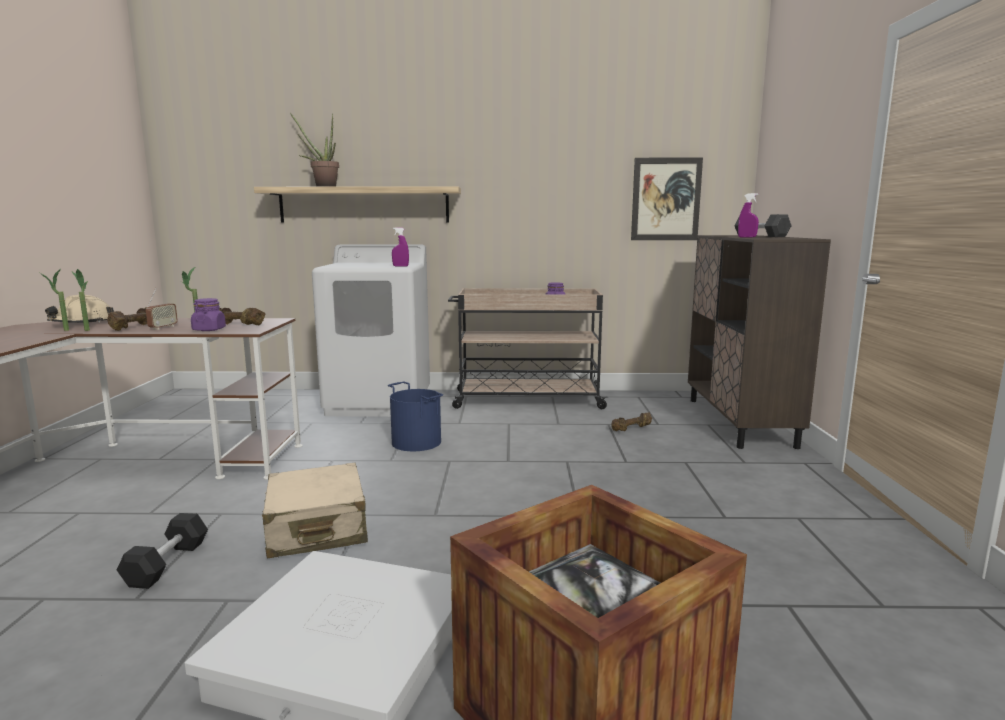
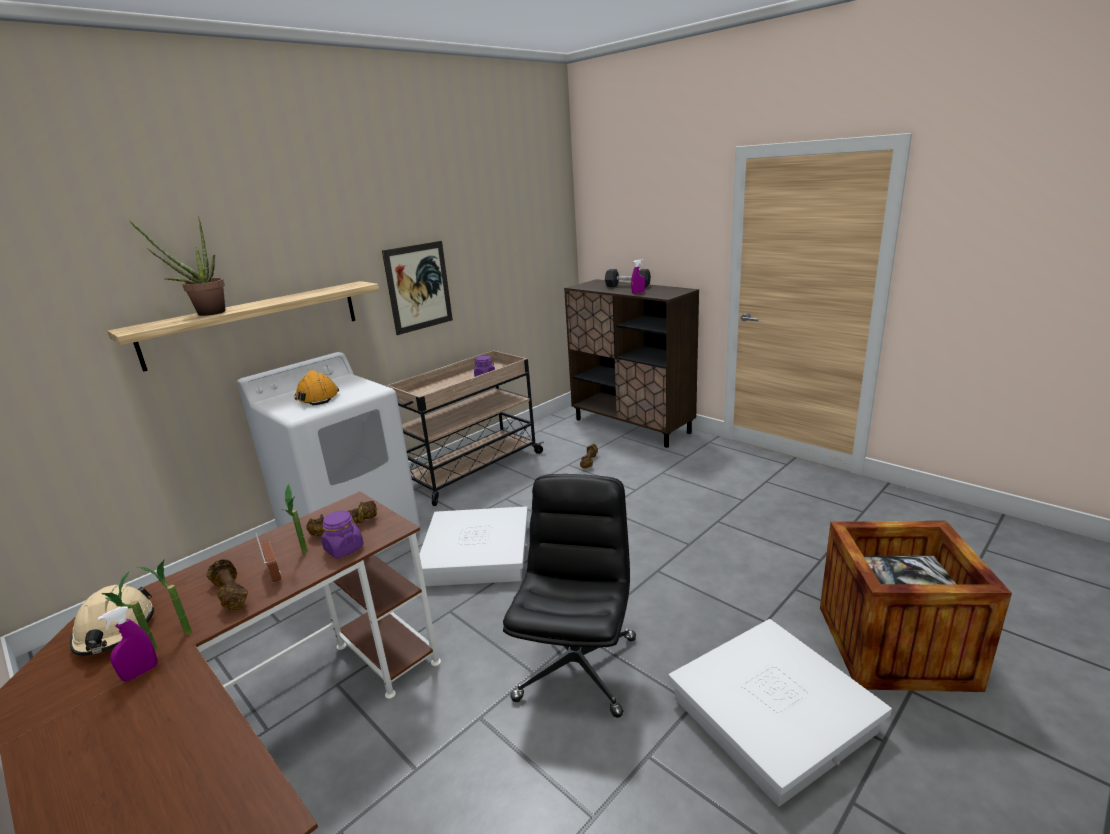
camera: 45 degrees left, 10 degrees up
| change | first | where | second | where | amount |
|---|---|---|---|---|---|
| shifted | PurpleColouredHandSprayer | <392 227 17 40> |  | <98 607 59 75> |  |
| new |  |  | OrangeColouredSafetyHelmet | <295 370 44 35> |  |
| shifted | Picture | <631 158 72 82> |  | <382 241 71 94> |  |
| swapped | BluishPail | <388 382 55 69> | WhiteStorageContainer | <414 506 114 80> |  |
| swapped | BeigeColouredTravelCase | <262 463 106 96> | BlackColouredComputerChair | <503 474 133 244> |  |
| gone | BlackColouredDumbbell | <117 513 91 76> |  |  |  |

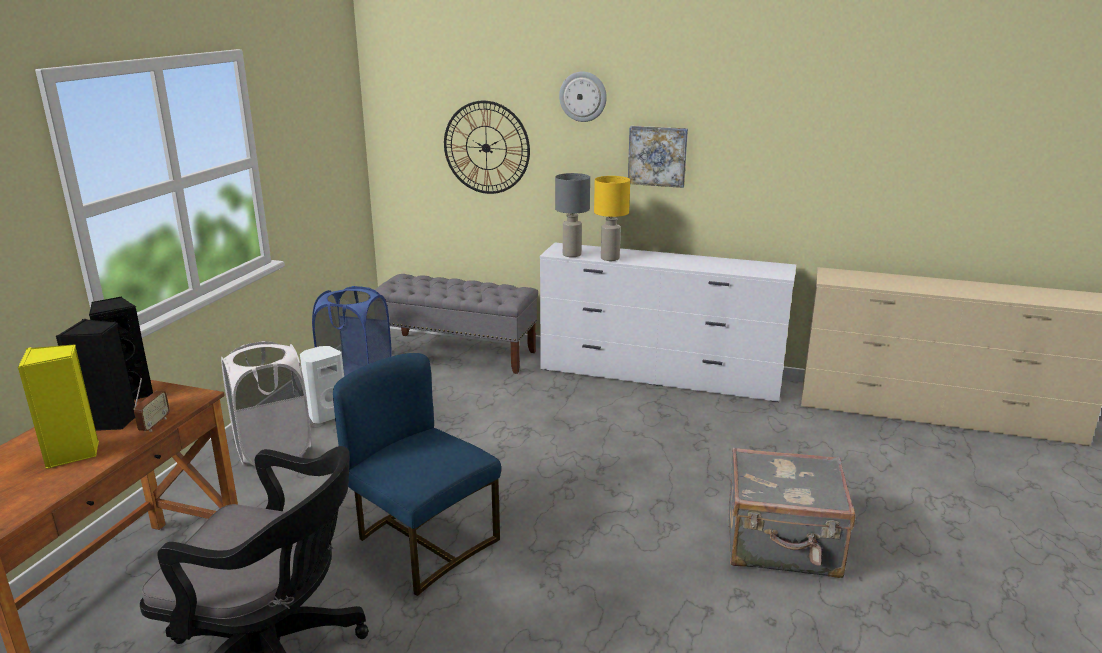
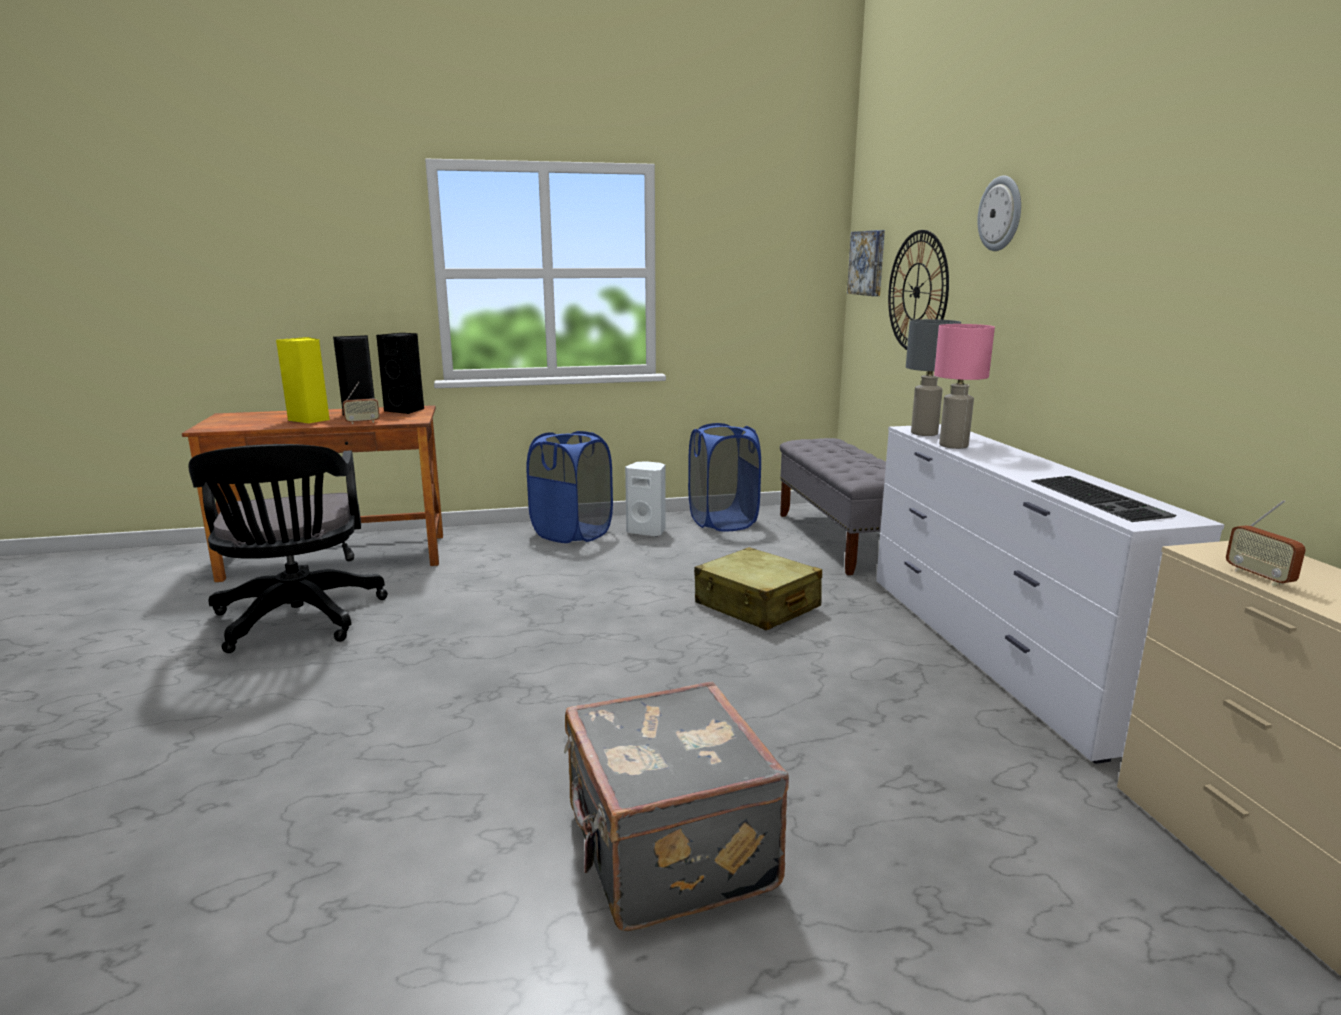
camera: 60 degrees right, 5 degrees down
| change | first | where | second | where | amount |
|---|---|---|---|---|---|
| repainted | WhiteHamper | <221 341 90 125> | BluishHamper | <527 431 86 112> |  |
| new |  |  | BeigeColouredTravelCase | <694 547 128 83> |  |
| shifted | Picture | <628 126 60 62> |  | <847 230 38 66> |  |
| repainted | YellowColouredLampForATable | <594 176 36 85> | PinkishLampForATable | <934 324 61 125> |  |
| new |  |  | Keyboard | <1032 476 144 46> |  |
| new |  |  | RadioReceiver | <1226 500 80 86> |  |
| gone | BluishPlainChair | <333 353 168 243> |  |  |  |

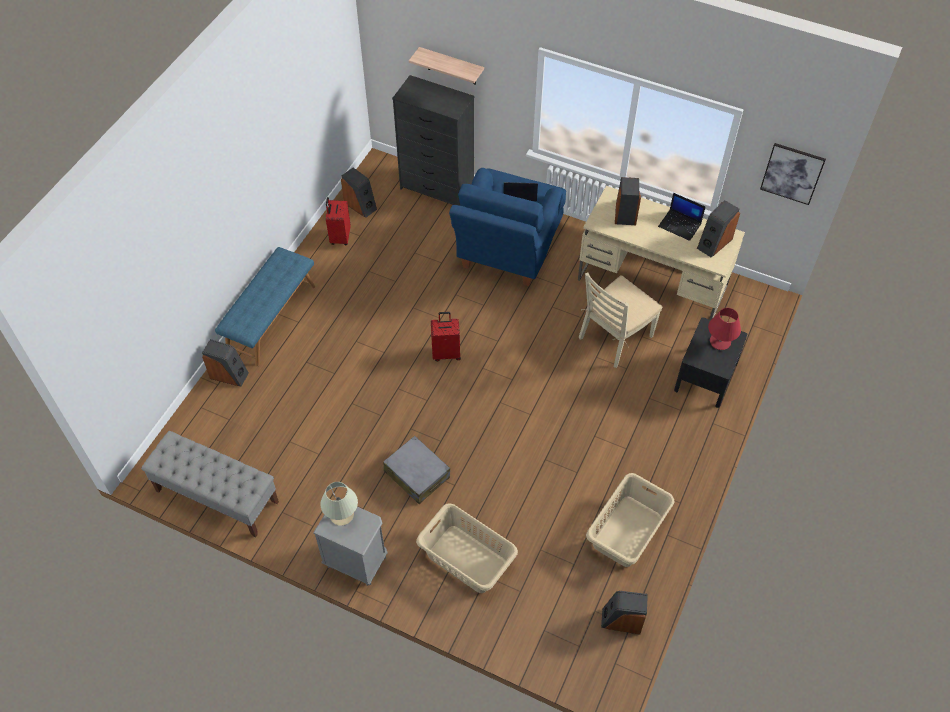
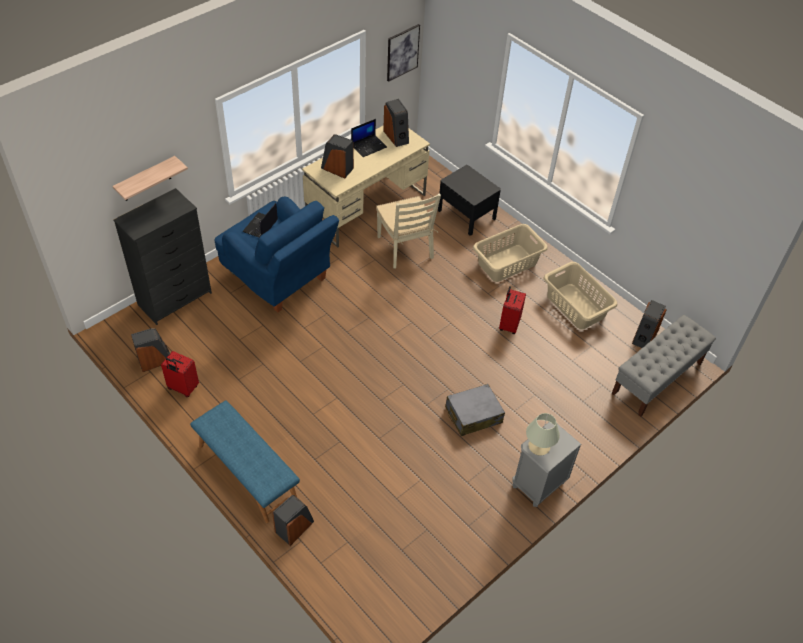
camera: 70 degrees left, 5 degrees down
| change | first | where | second | where | amount |
|---|---|---|---|---|---|
| shifted | BeigeColouredHamper | <416 503 102 90> |  | <473 224 75 58> |  |
| shifted | RedTravelCase | <431 312 30 49> |  | <499 286 27 48> |  |
| shifted | GreyLongSeat | <141 431 138 106> |  | <612 315 104 102> |  |
| gone | RedLampForATable | <708 308 33 42> |  |  |  |

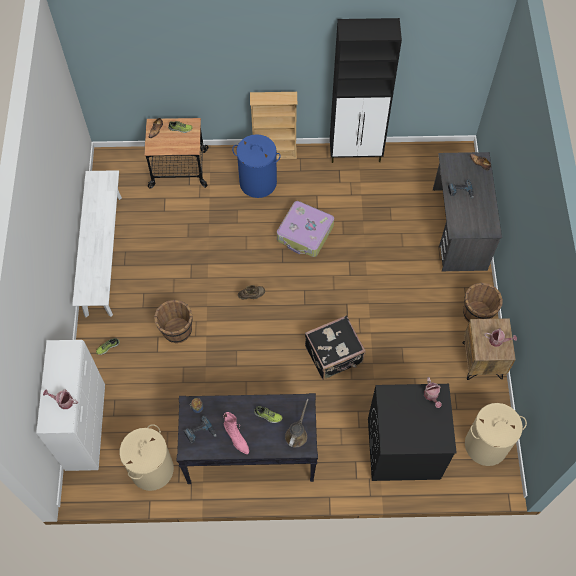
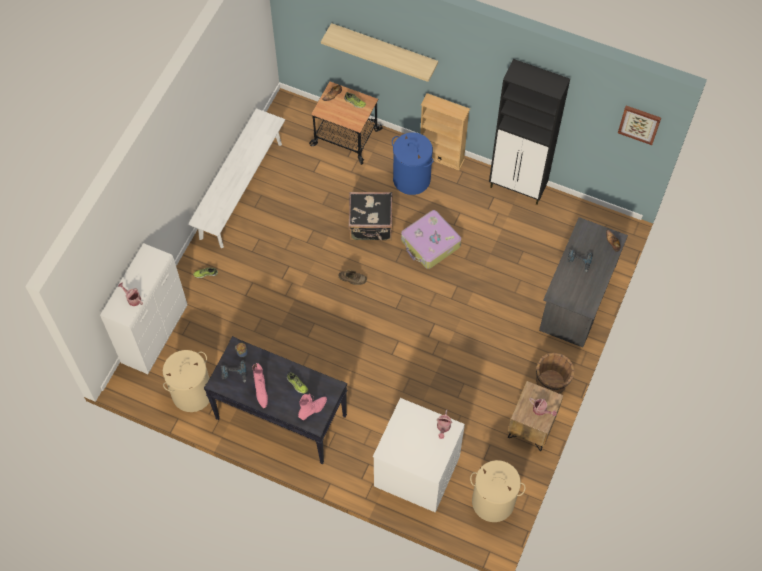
camera: 25 degrees right, 0 degrees up
| change | first | where | second | where | amount |
|---|---|---|---|---|---|
| swapped | BrownSprinklingCan | <285 399 24 49> | PinkishBoot | <298 393 29 27> |  |
| new |  |  | BracketShelf | <321 23 117 59> |  |
| shifted | BlackColouredTravelCase | <305 315 61 65> |  | <348 192 44 48> |  |
| repainted | BlackColouredLaundryAppliance | <368 384 89 97> | WhiteLaundryAppliance | <373 398 92 115> |  |
| new |  |  | Picture | <618 106 43 39> |  |
| gone | BrownPail | <154 300 39 43> |  |  |  |

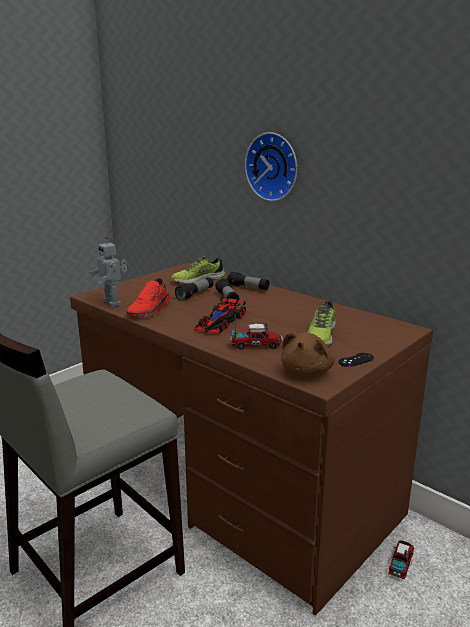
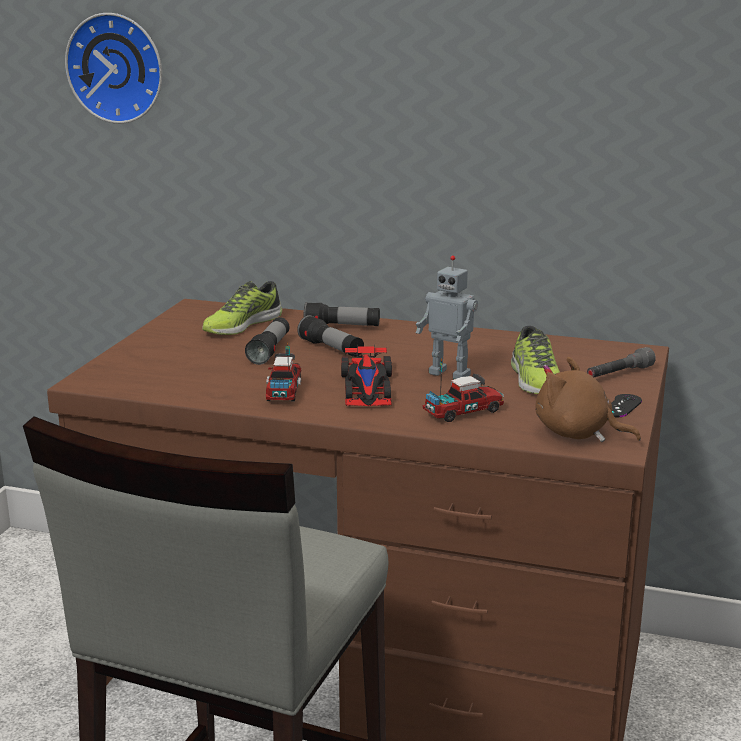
camera: 25 degrees left, 0 degrees up
| change | first | where | second | where | amount |
|---|---|---|---|---|---|
| shifted | WallClock | <245 132 52 69> |  | <65 13 97 111> |  |
| shifted | ToyLorry | <388 540 26 39> |  | <266 342 35 59> |  |
| shifted | ToyRobot | <90 236 37 71> |  | <416 256 62 123> |  |
| rotated | BrownCuddlyToy | <281 332 54 44> |  | <535 357 106 85> | 120 degrees clockwise |
| new |  |  | GreyFlashlight | <587 347 69 30> |  |
| gone | RedShoe | <126 278 45 39> |  |  |  |

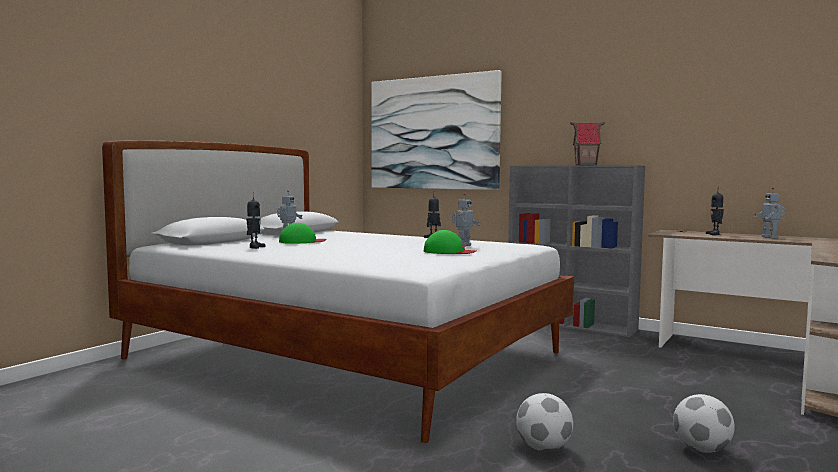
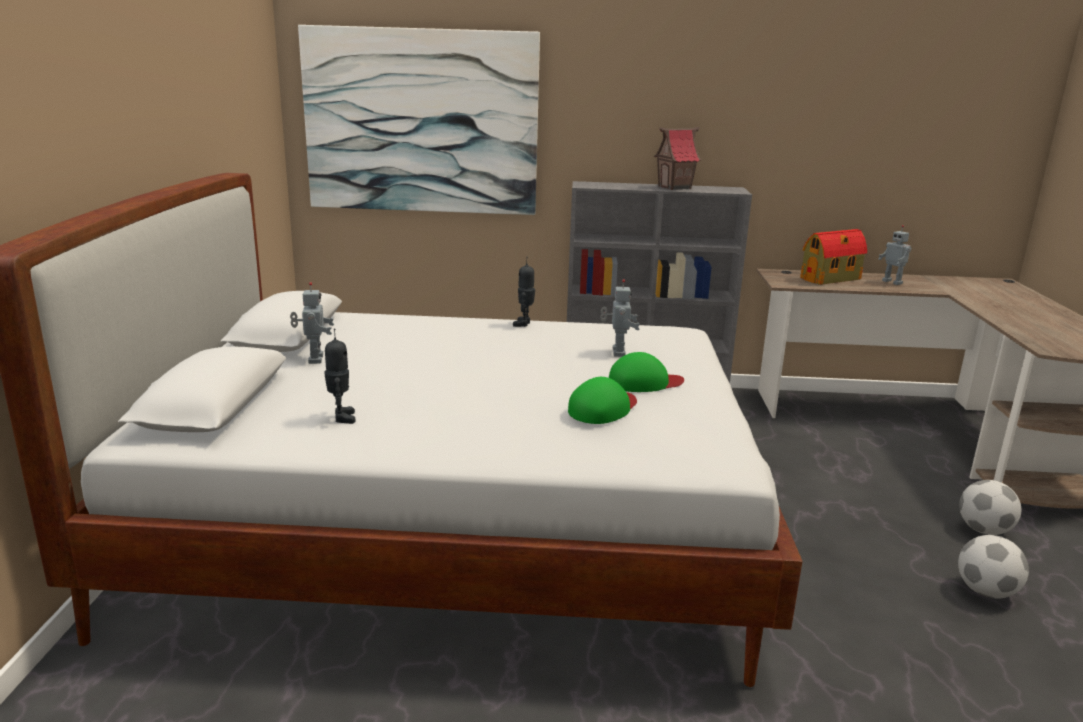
camera: 30 degrees left, 15 degrees up
| change | first | where | second | where | amount |
|---|---|---|---|---|---|
| shifted | GreenishPeakedCap | <279 223 48 21> |  | <568 377 69 47> |  |
| swapped | ToyRobot | <706 191 18 44> | ToyHouse | <800 229 67 56> |  |
| shifted | Football | <516 393 57 58> |  | <959 480 62 55> |  |

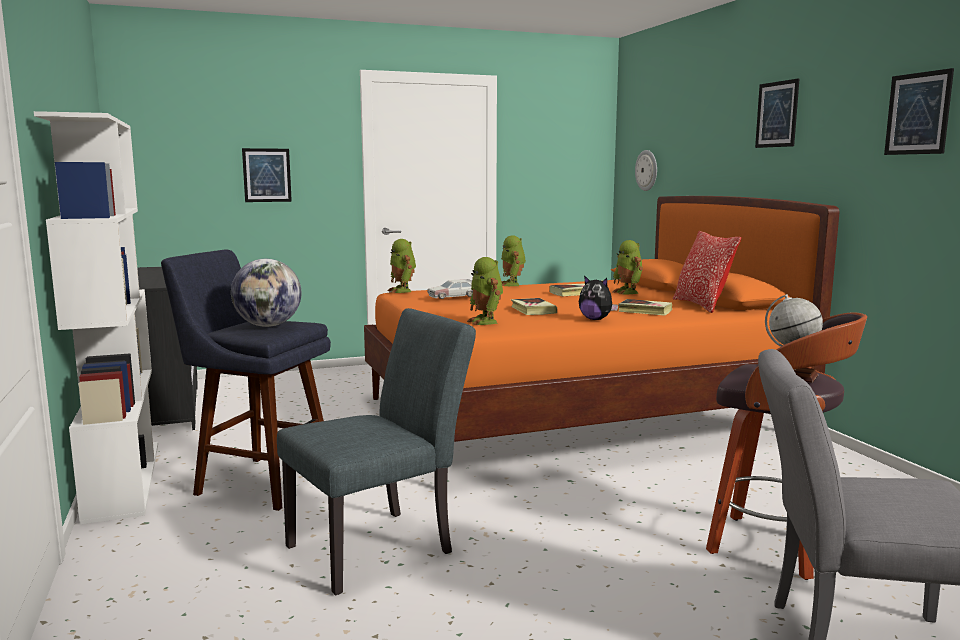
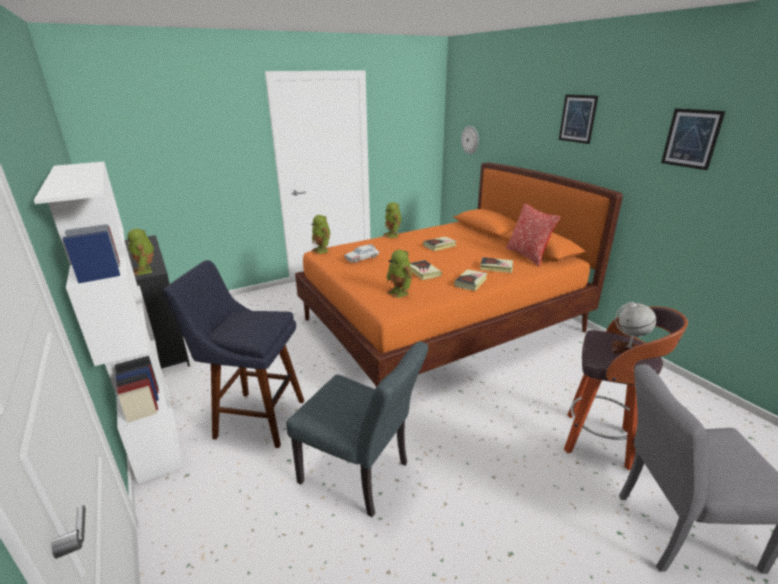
camera: 10 degrees left, 15 degrees up
| change | first | where | second | where | amount |
|---|---|---|---|---|---|
| shifted | ToyRobot | <613 240 30 54> |  | <127 229 27 46> |  |
| rotated | GreyPlainChair | <277 308 199 288> |  | <286 341 142 176> | 75 degrees clockwise |
| swapped | CuddlyToy | <579 275 39 45> | Book | <454 269 34 22> |  |
| gone | WorldGlobe | <231 259 70 68> |  |  |  |
| gone | Picture | <242 148 50 54> |  |  |  |

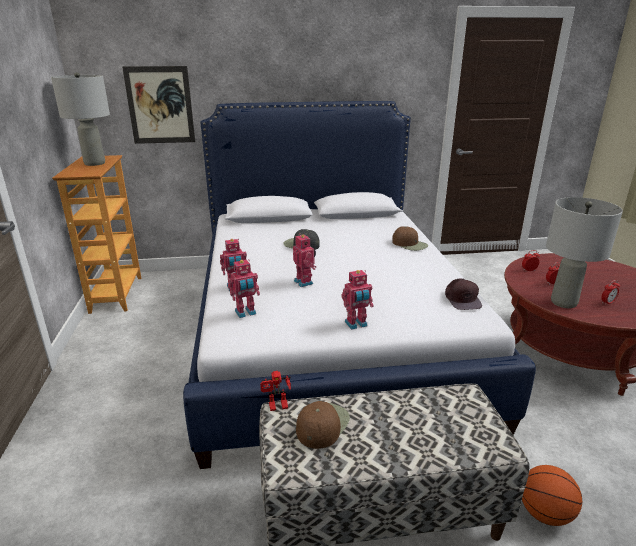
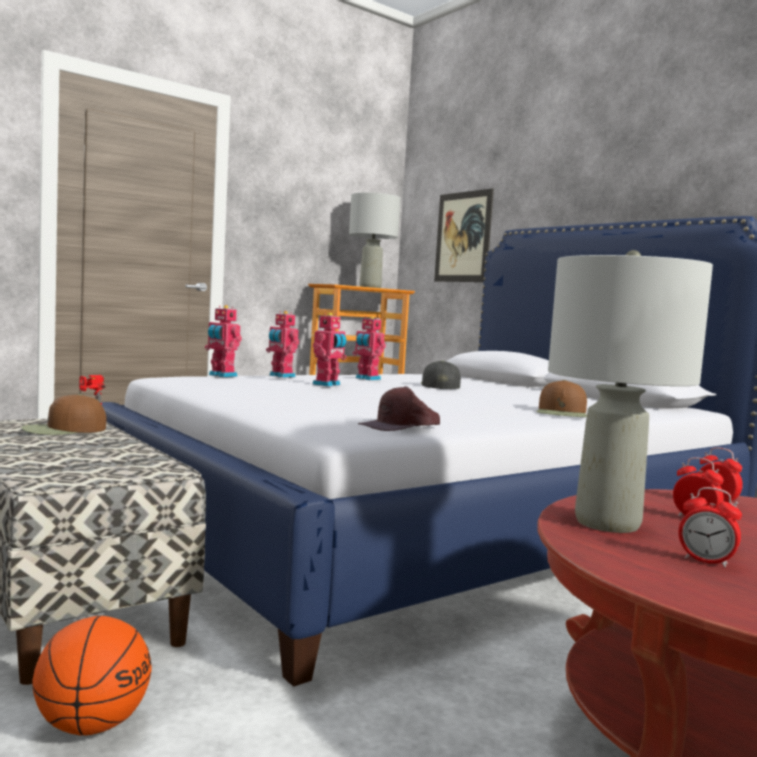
camera: 60 degrees right, 20 degrees down
| change | first | where | second | where | amount |
|---|---|---|---|---|---|
| rotated | BrownPeakedCap | <296 401 54 48> |  | <21 394 85 41> | 150 degrees clockwise |
| shifted | ToyRobot | <342 270 32 60> |  | <352 316 34 64> |  |

